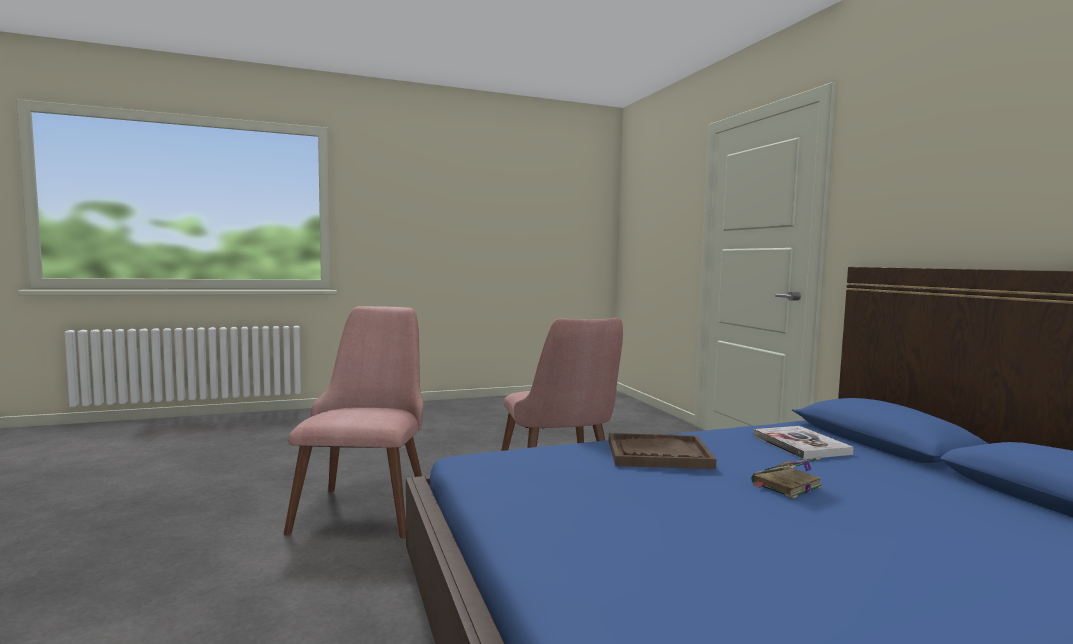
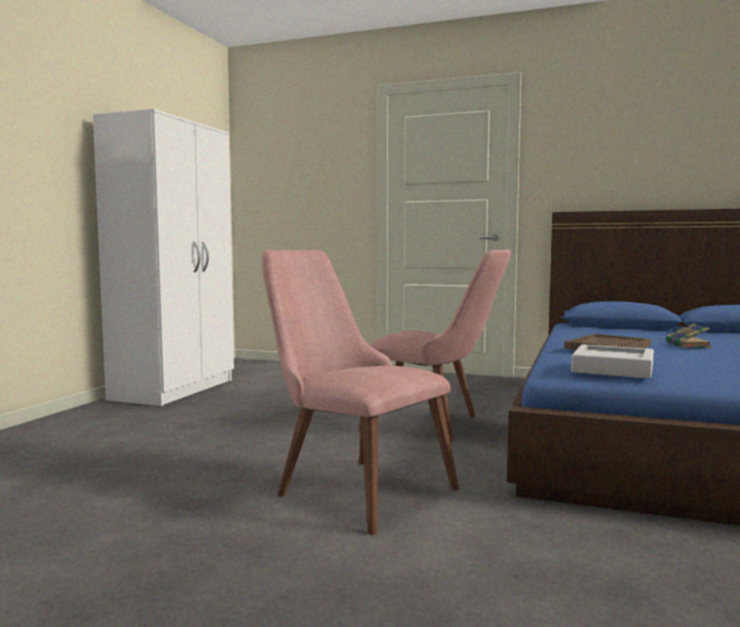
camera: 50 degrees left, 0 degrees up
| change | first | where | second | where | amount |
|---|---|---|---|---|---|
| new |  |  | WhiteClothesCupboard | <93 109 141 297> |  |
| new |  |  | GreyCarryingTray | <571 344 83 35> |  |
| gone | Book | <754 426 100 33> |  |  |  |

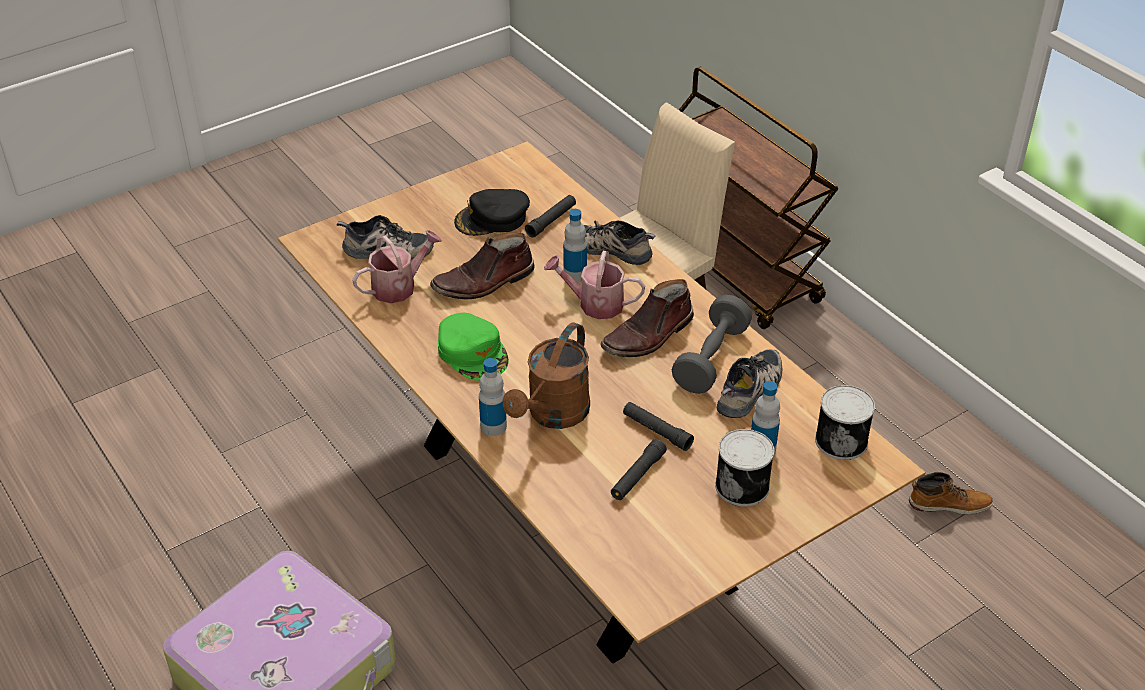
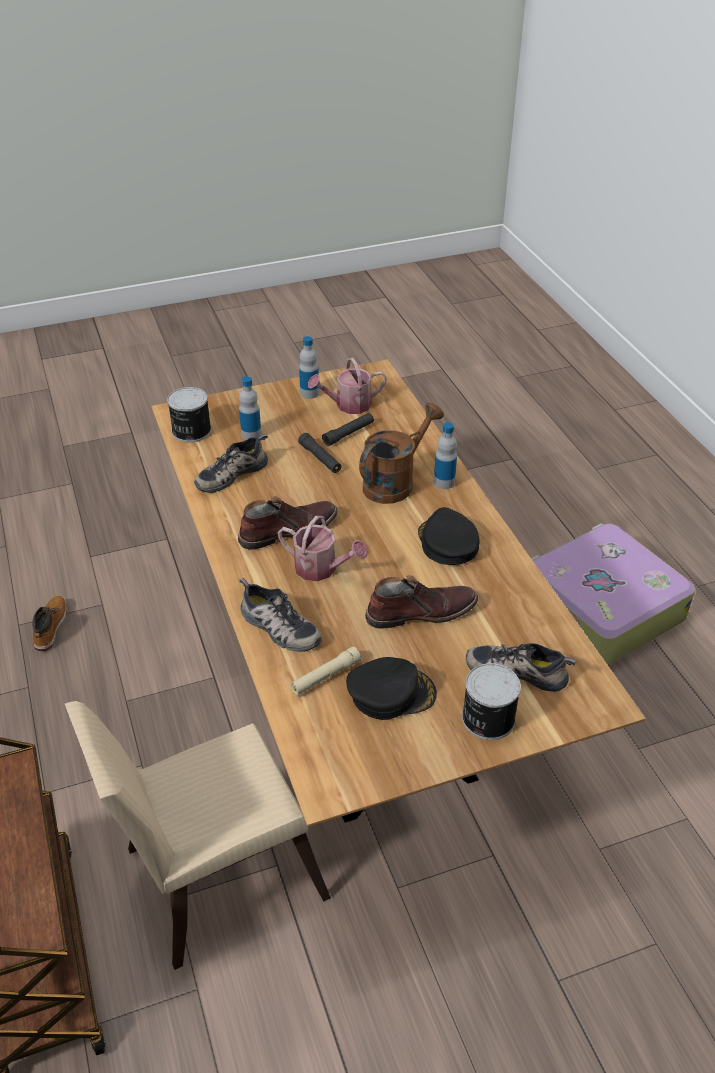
camera: 165 degrees left, 0 degrees up
| change | first | where | second | where | amount |
|---|---|---|---|---|---|
| rotated | Boot | <909 472 84 43> |  | <32 596 35 55> | 75 degrees clockwise |
| repainted | BlackColouredFlashlight | <525 195 51 43> | BeigeColouredFlashlight | <291 647 70 48> |  |
| shifted | BeverageBottle | <563 209 24 73> |  | <299 336 20 63> |  |
| shifted | SprinklingCan | <352 230 90 73> |  | <308 358 79 56> |  |
| repainted | GreenishPeakedCap | <438 313 71 68> | BlackColouredPeakedCap | <418 507 62 58> |  |
| shifted | SealedCan | <715 429 59 77> |  | <462 663 59 77> |  |
| gone | GreyDumbbell | <672 295 80 99> |  |  |  |

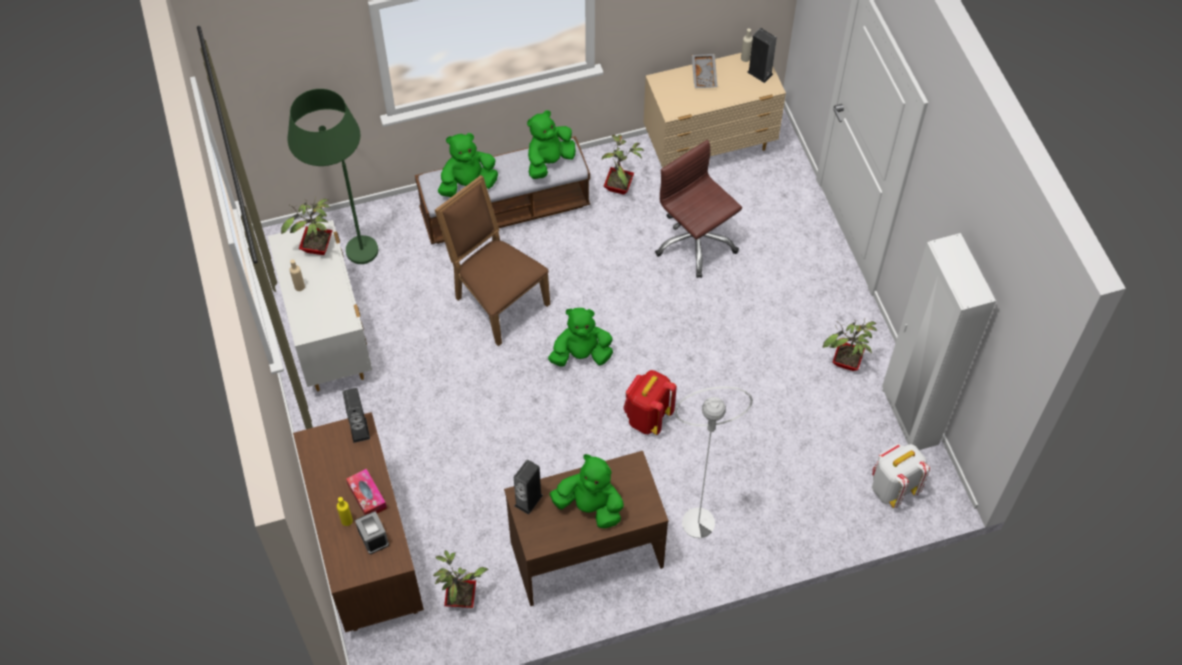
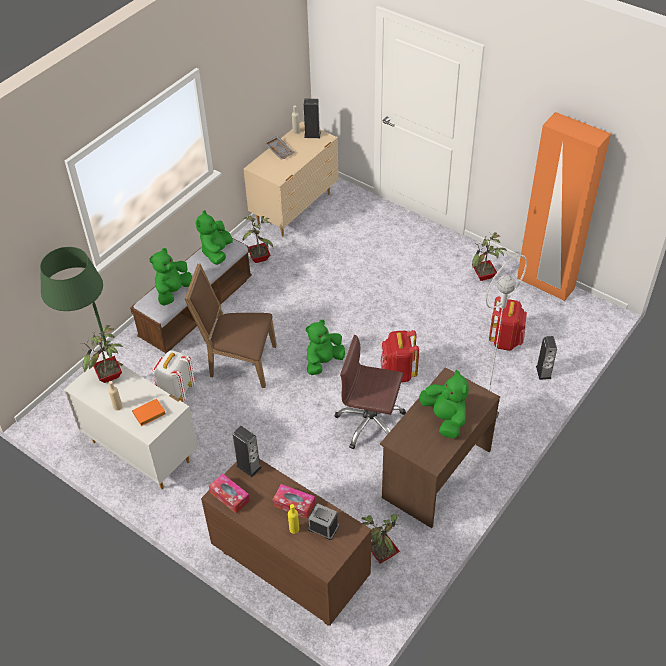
camera: 35 degrees left, 10 degrees down
| change | first | where | second | where | amount |
|---|---|---|---|---|---|
| new |  |  | OrangeColouredBook | <132 399 34 27> |  |
| shifted | WhiteBackpack | <872 443 58 65> |  | <152 350 43 52> |  |
| new |  |  | BoxOfTissues | <209 474 41 39> |  |
| shifted | BrownComputerChair | <655 140 87 138> |  | <335 335 71 114> |  |
| rotated | GreenishCuddlyToy | <549 454 75 74> |  | <419 370 50 69> | 75 degrees clockwise |
| new |  |  | RedBackpack | <489 296 38 55> |  |
| repainted | WhiteClothesCupboard | <882 233 114 217> | OrangeColouredClothesCupboard | <517 112 94 189> |  |
| shifted | Speaker | <514 459 29 56> |  | <536 336 21 44> |  |

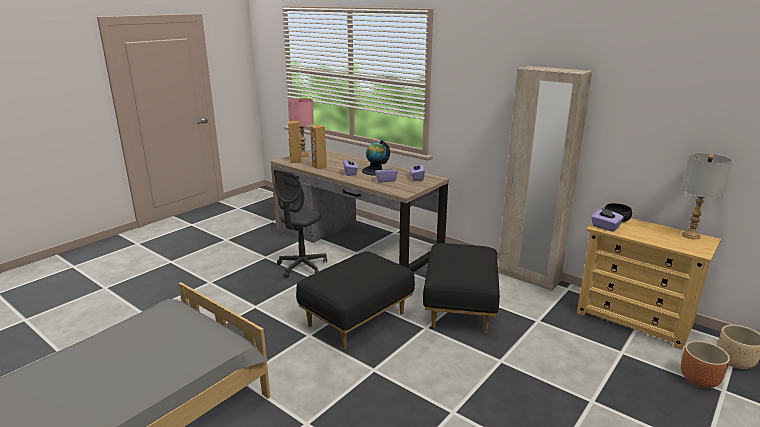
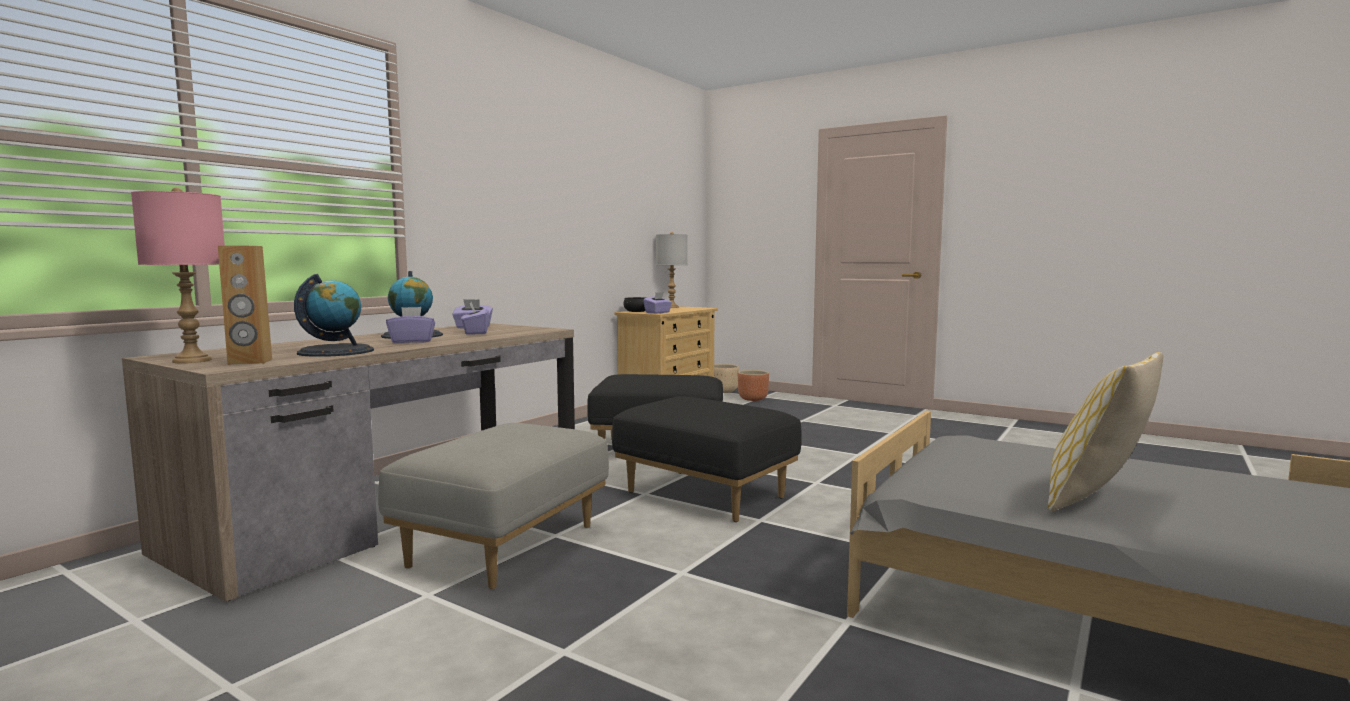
camera: 95 degrees left, 15 degrees down
| change | first | where | second | where | amount |
|---|---|---|---|---|---|
| swapped | BrownSpeaker | <310 125 17 44> | WorldGlobe | <294 274 80 83> |  |
| swapped | GreyComputerChair | <273 170 54 108> | GreyOttoman | <378 423 231 167> |  |
| new |  |  | Cushion | <1048 352 115 159> |  |
| gone | BeigeColouredClothesCupboard | <498 66 94 225> |  |  |  |

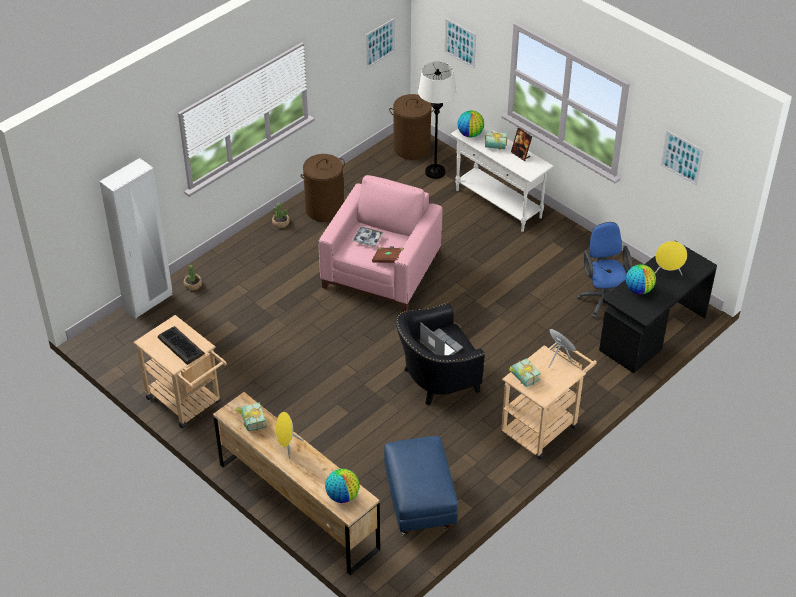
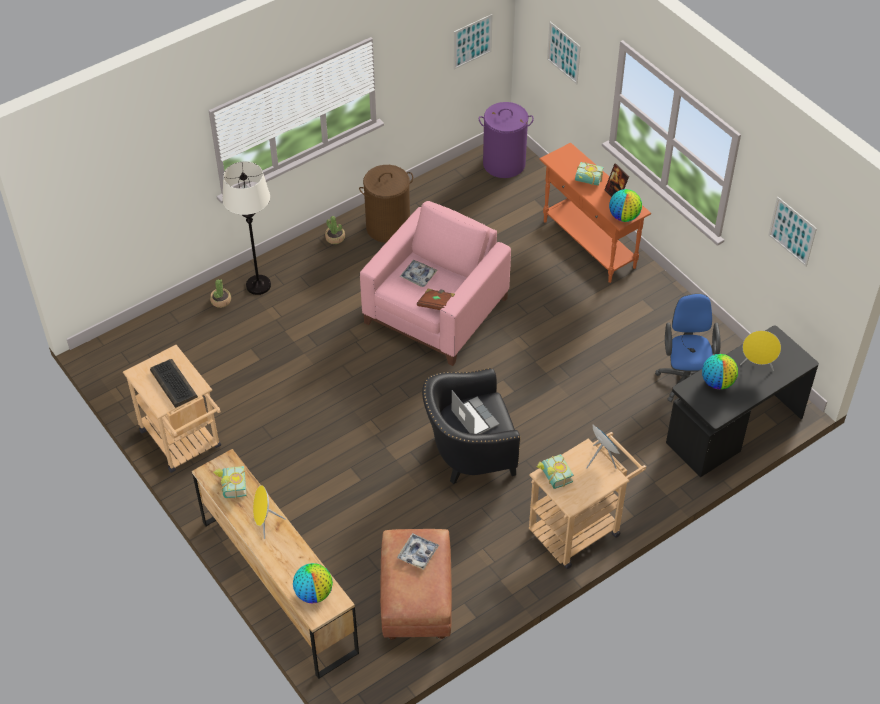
camera: 10 degrees right, 5 degrees up
| change | first | where | second | where | amount |
|---|---|---|---|---|---|
| shifted | WhiteFloorLamp | <418 62 39 117> |  | <222 161 49 134> |  |
| repainted | BluishOttoman | <384 436 74 100> | BrownOttoman | <380 529 72 111> |  |
| new |  |  | CarryingTray | <397 533 42 37> |  |
| repainted | BrownHamper | <389 94 45 66> | PurpleColouredHamper | <479 102 55 76> |  |
| repainted | WhiteHallTable | <450 125 104 107> | OrangeColouredHallTable | <539 143 112 140> |  |
| shifted | WorldGlobe | <458 111 26 26> |  | <609 189 33 33> |  |
| gone | WhiteClothesCupboard | <99 158 74 161> |  |  |  |

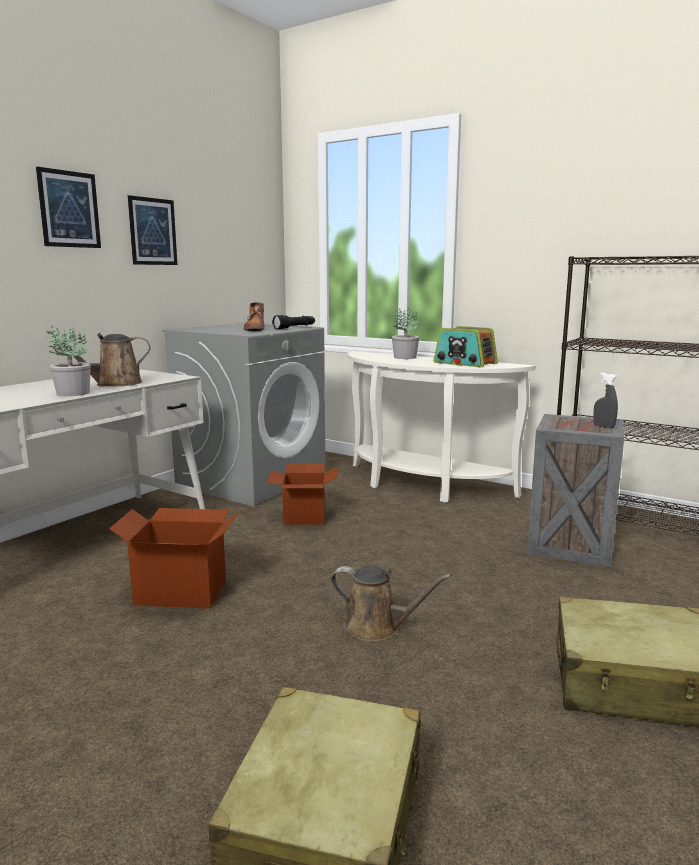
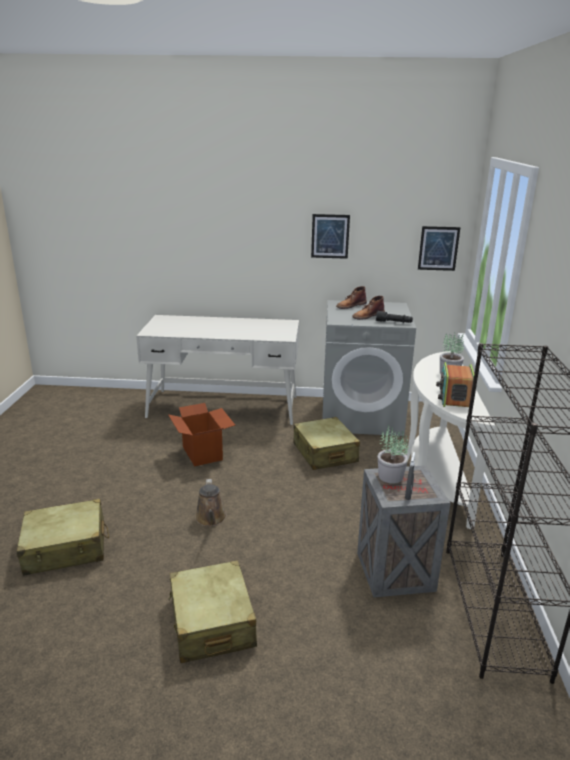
camera: 60 degrees right, 10 degrees up
| change | first | where | second | where | amount |
|---|---|---|---|---|---|
| swapped | Carton | <267 464 70 61> | BeigeColouredTravelCase | <294 417 66 53> |  |
| new |  |  | BrownBoot | <336 286 31 23> |  |
| shifted | PottedPlant | <49 325 42 71> |  | <378 425 31 58> |  |
| shifted | Picture | <36 167 65 81> |  | <418 226 43 45> |  |
| gone | BrownSprinklingCan | <47 330 104 57> |  |  |  |

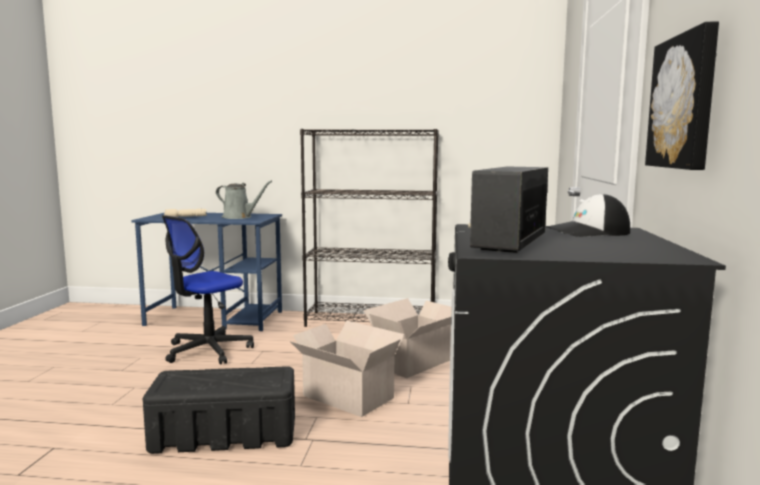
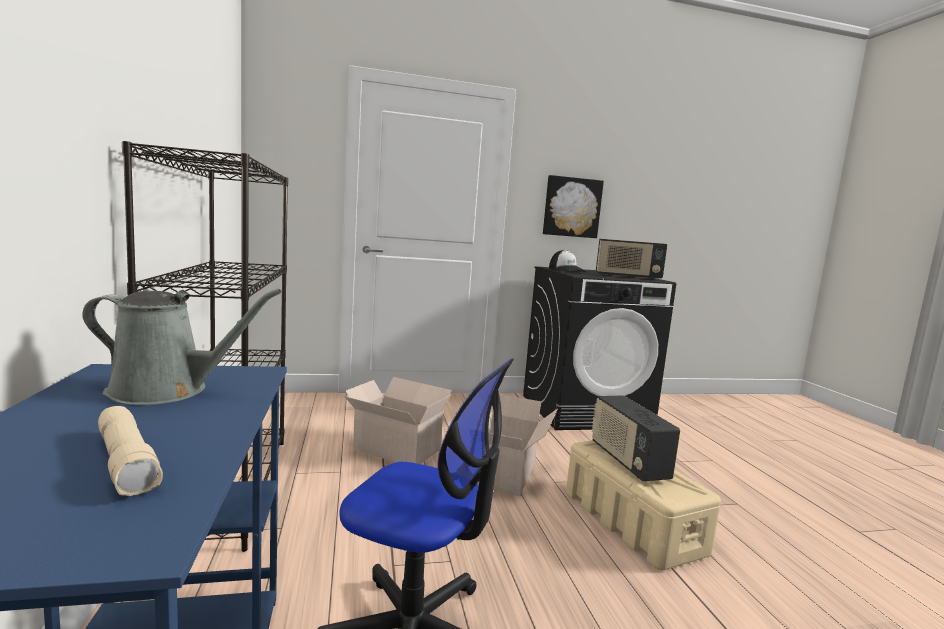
camera: 110 degrees left, 0 degrees up
| change | first | where | second | where | amount |
|---|---|---|---|---|---|
| rotated | GreySprinklingCan | <216 181 56 38> |  | <82 289 200 116> | 90 degrees clockwise |
| repainted | BlackColouredStorageContainer | <143 366 152 88> | BeigeColouredStorageContainer | <566 440 155 130> |  |
| new |  |  | RadioReceiver | <592 395 88 86> |  |

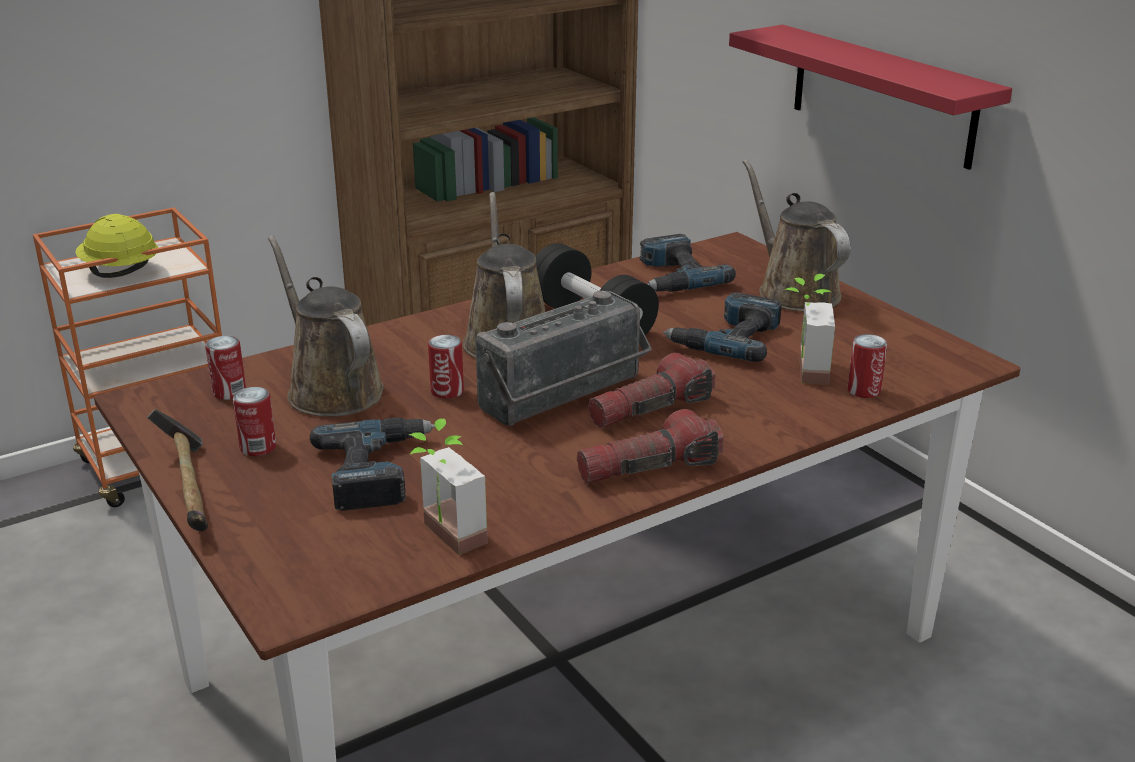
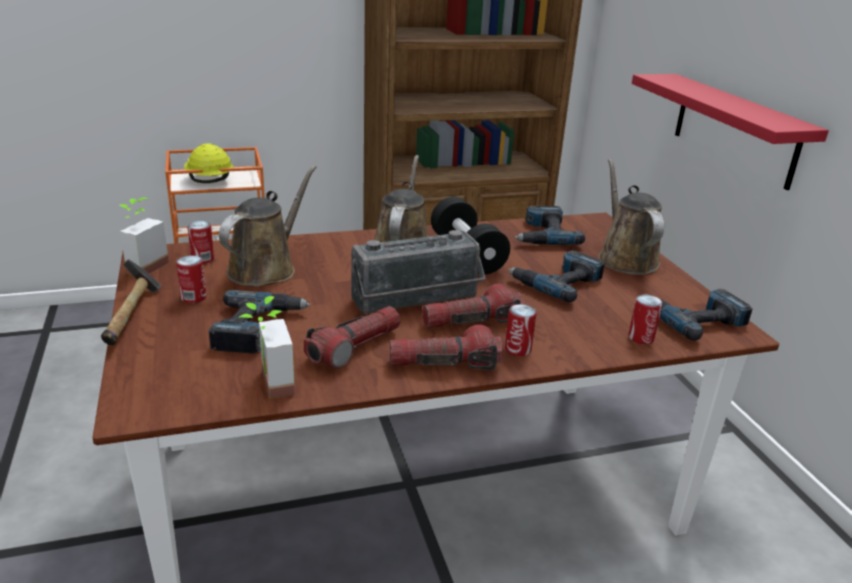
camera: 15 degrees right, 0 degrees up
| change | first | where | second | where | amount |
|---|---|---|---|---|---|
| shifted | PottedPlant | <784 274 51 111> |  | <120 198 49 77> |  |
| rotated | BrownSprinklingCan | <268 235 116 182> |  | <219 165 98 122> | 45 degrees clockwise |
| new |  |  | Flashlight | <304 306 96 63> |  |
| shifted | SealedCan | <428 335 36 64> |  | <505 304 31 52> |  |
| new |  |  | Drill | <643 289 110 51> |  |

